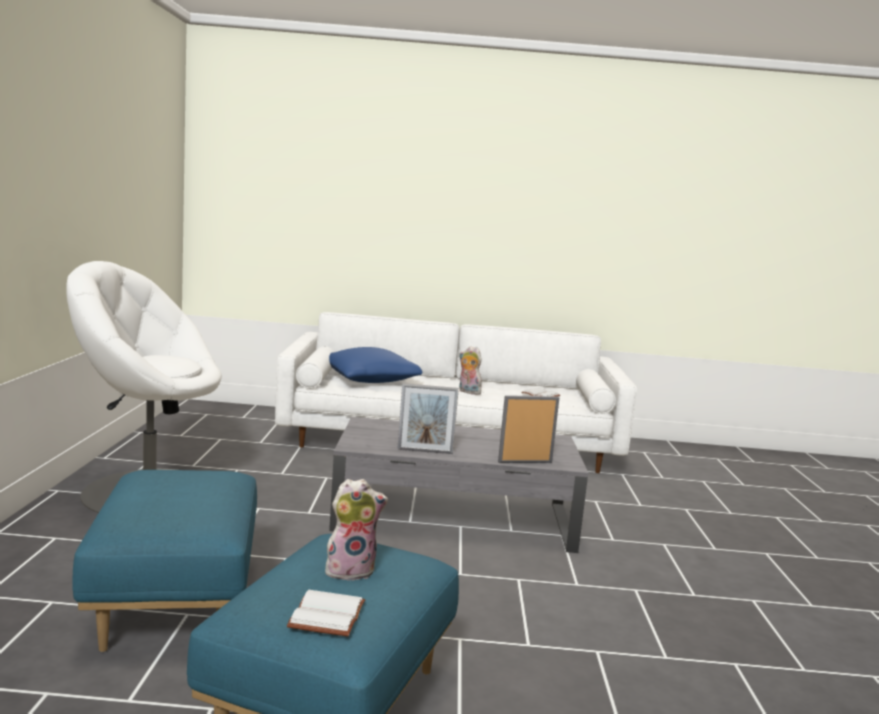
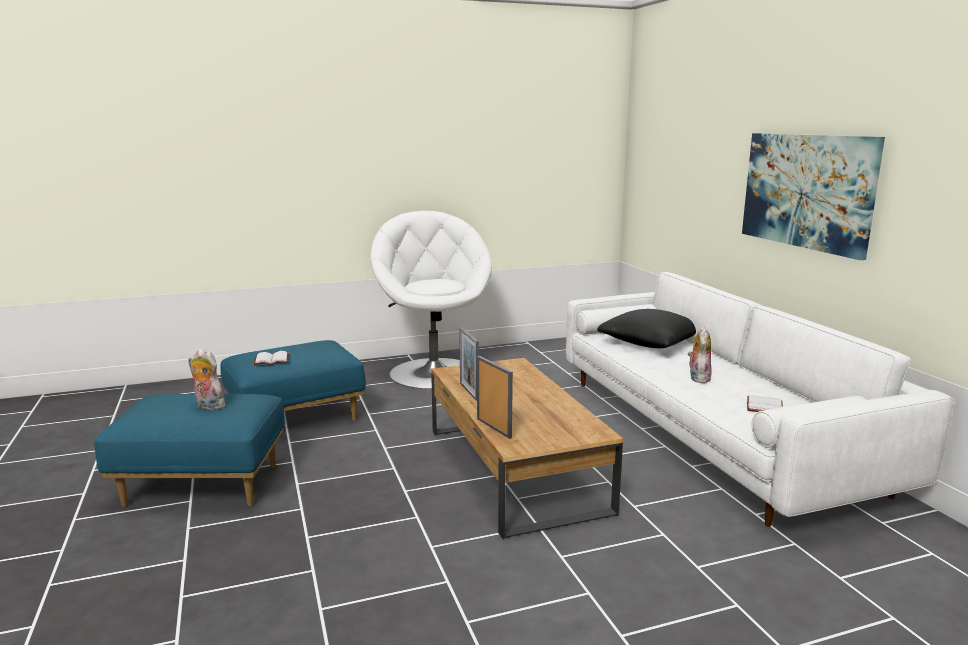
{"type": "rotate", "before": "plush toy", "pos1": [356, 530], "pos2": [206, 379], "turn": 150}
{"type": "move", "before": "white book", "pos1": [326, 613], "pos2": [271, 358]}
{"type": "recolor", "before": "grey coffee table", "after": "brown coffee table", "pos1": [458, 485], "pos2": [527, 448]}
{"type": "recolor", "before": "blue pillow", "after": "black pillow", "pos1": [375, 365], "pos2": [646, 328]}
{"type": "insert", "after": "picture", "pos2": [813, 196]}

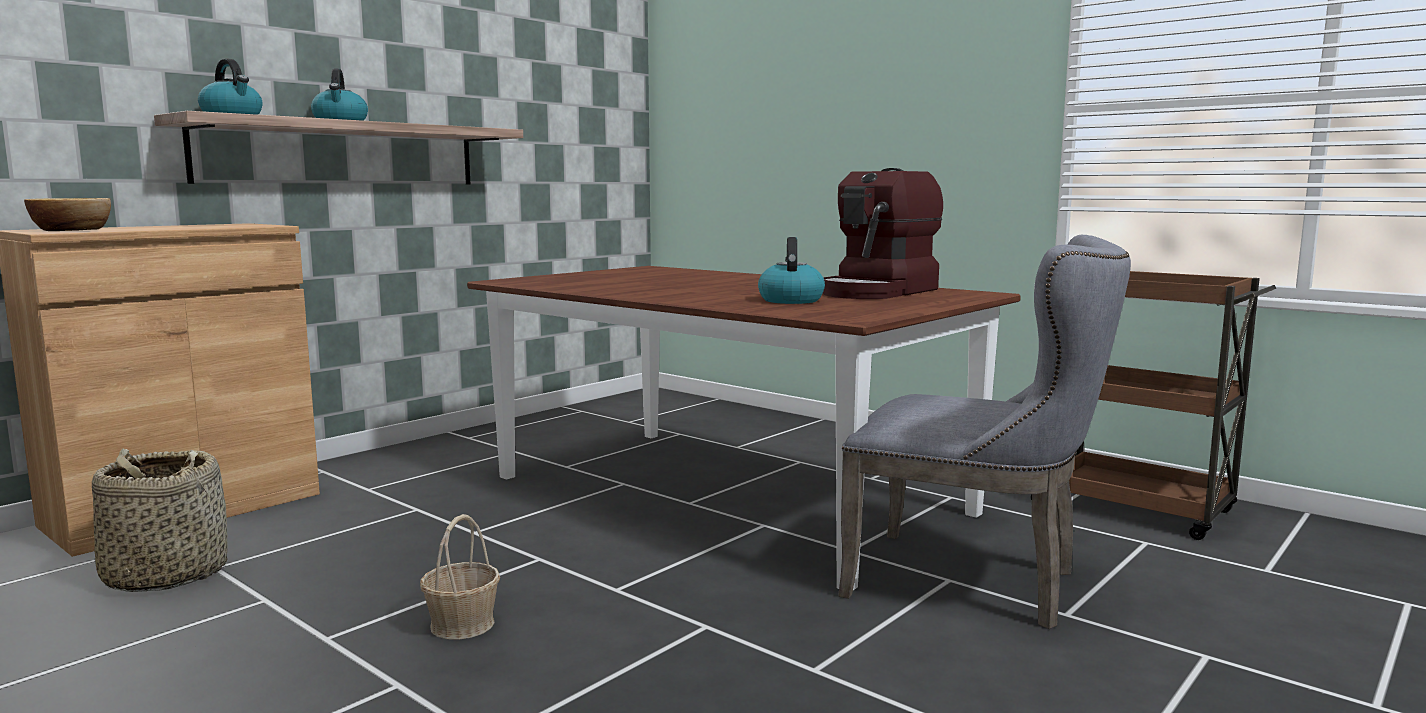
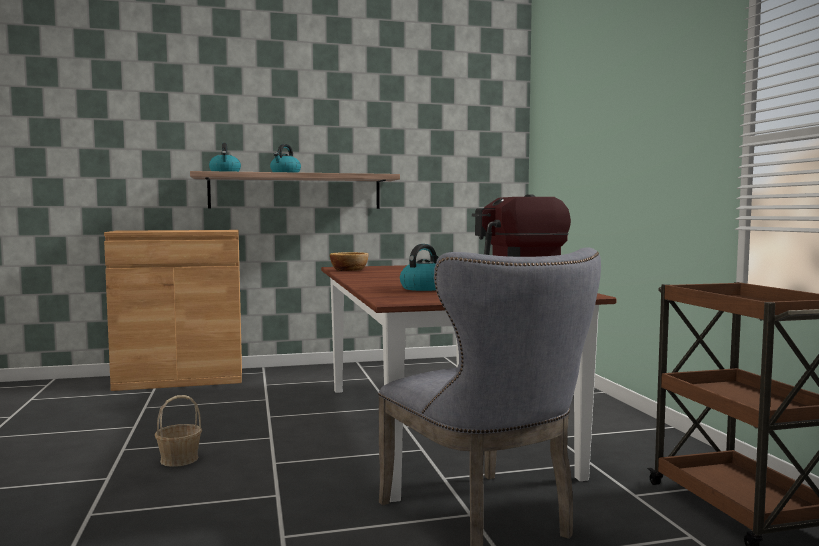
{"type": "move", "before": "bowl", "pos1": [67, 214], "pos2": [349, 261]}
{"type": "delete", "before": "basket", "pos1": [160, 520]}

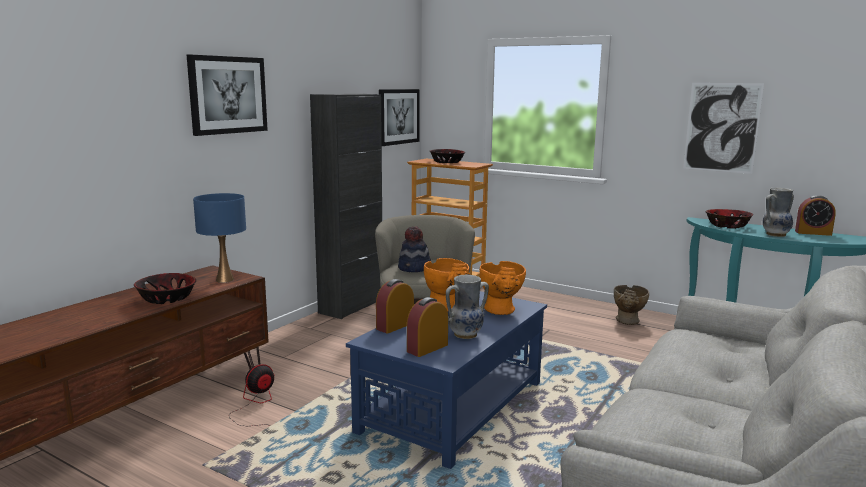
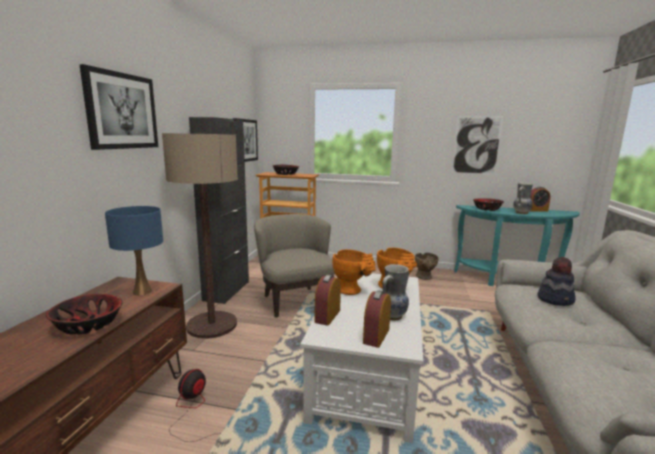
{"type": "insert", "after": "floor lamp", "pos2": [200, 236]}
{"type": "recolor", "before": "blue coffee table", "after": "white coffee table", "pos1": [446, 380], "pos2": [361, 358]}
{"type": "move", "before": "hat", "pos1": [414, 249], "pos2": [557, 281]}

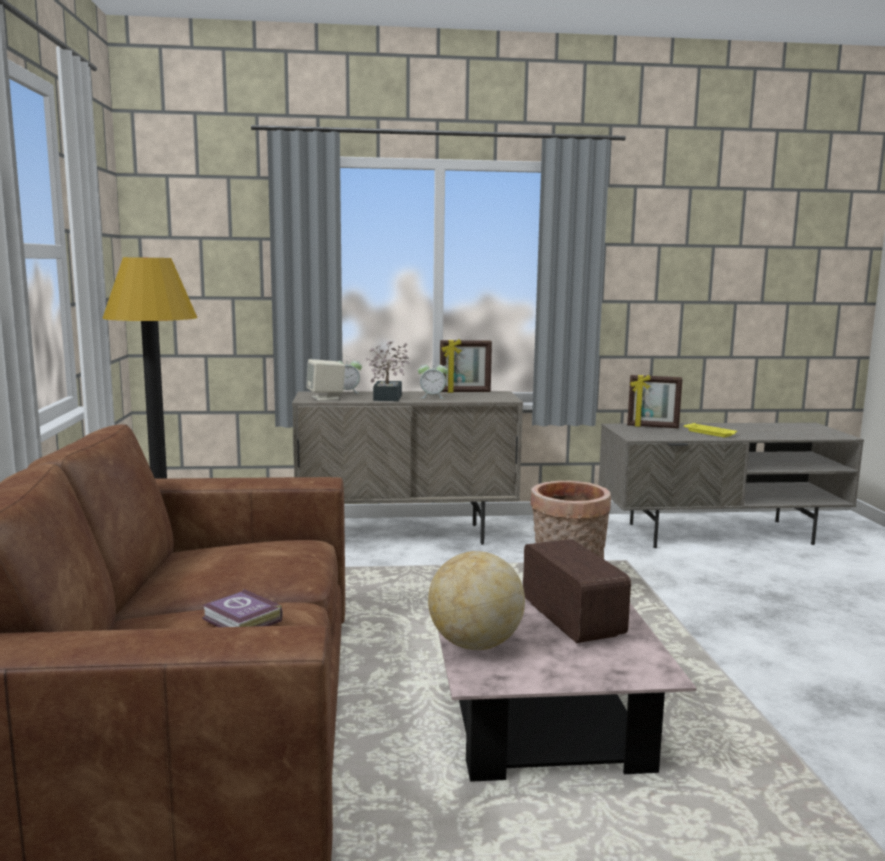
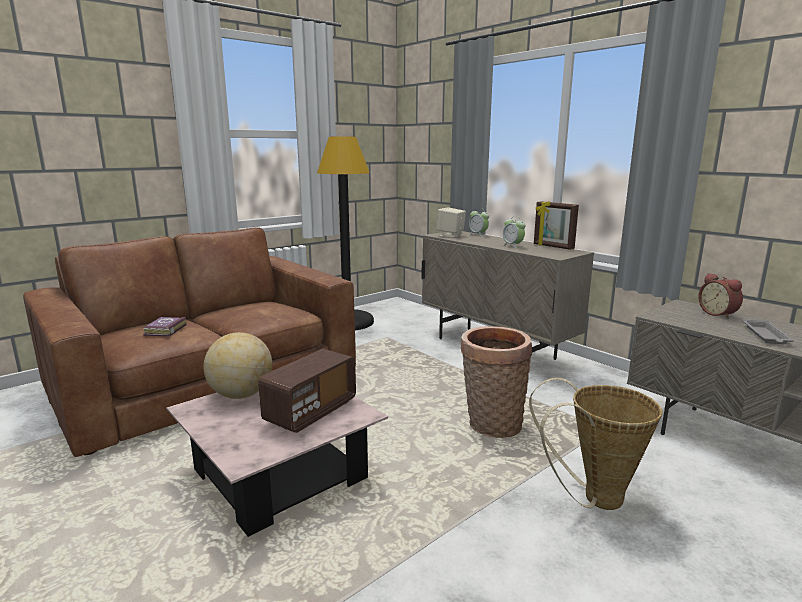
{"type": "insert", "after": "basket", "pos2": [595, 443]}
{"type": "replace", "before": "picture frame", "after": "alarm clock", "pos1": [654, 401], "pos2": [720, 296]}
{"type": "recolor", "before": "yellow tray", "after": "grey tray", "pos1": [710, 430], "pos2": [768, 331]}
{"type": "delete", "before": "potted plant", "pos1": [387, 371]}

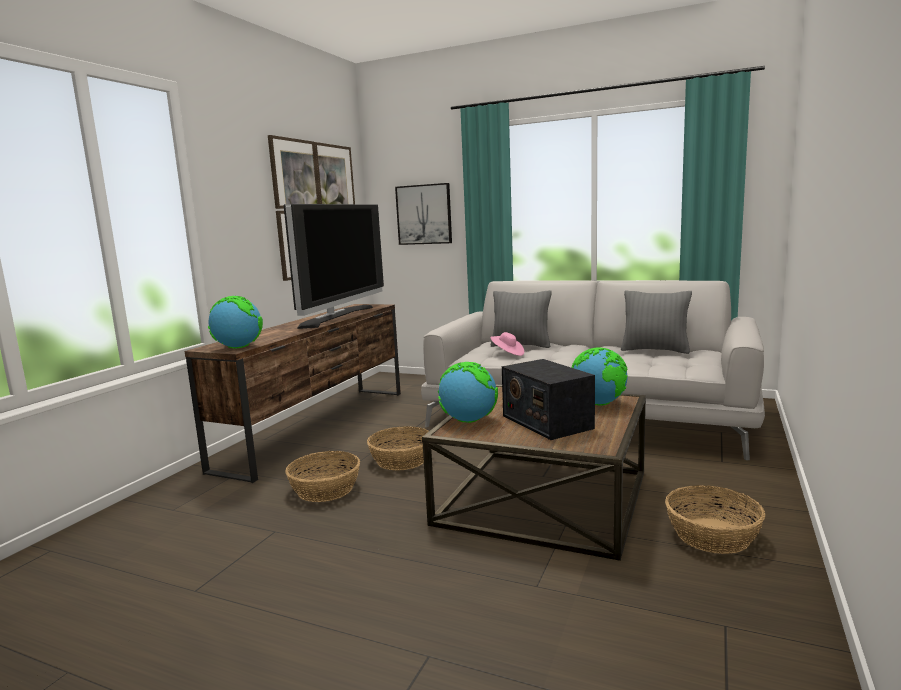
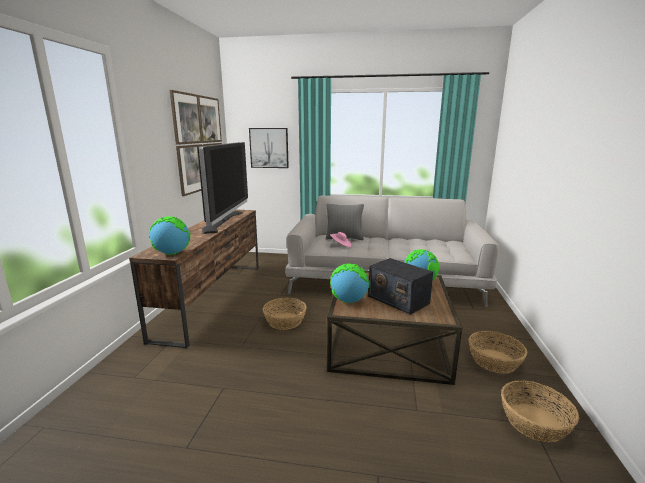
{"type": "move", "before": "basket", "pos1": [322, 476], "pos2": [540, 411]}
{"type": "delete", "before": "grey pillow", "pos1": [656, 322]}

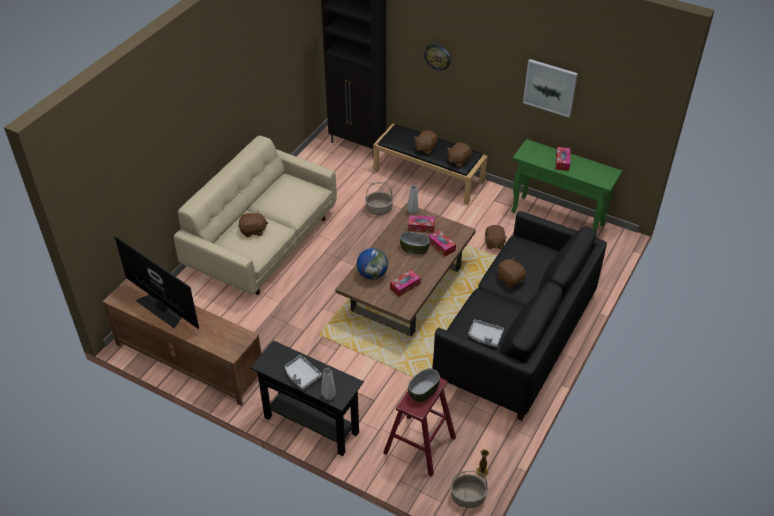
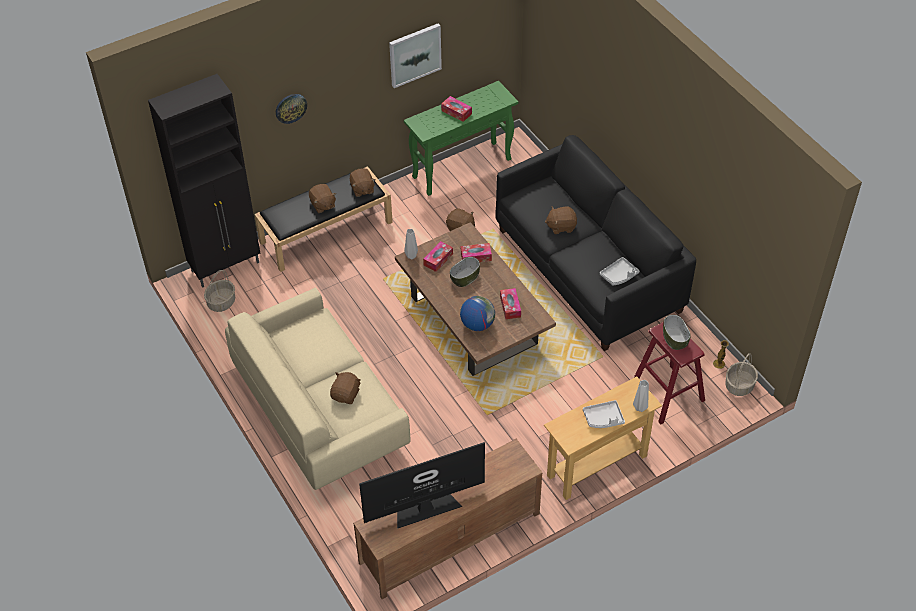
{"type": "move", "before": "basket", "pos1": [379, 198], "pos2": [219, 291]}
{"type": "recolor", "before": "black console table", "after": "beige console table", "pos1": [307, 398], "pos2": [603, 438]}

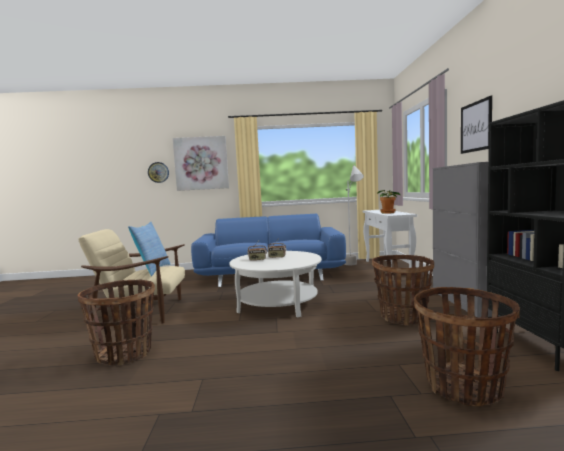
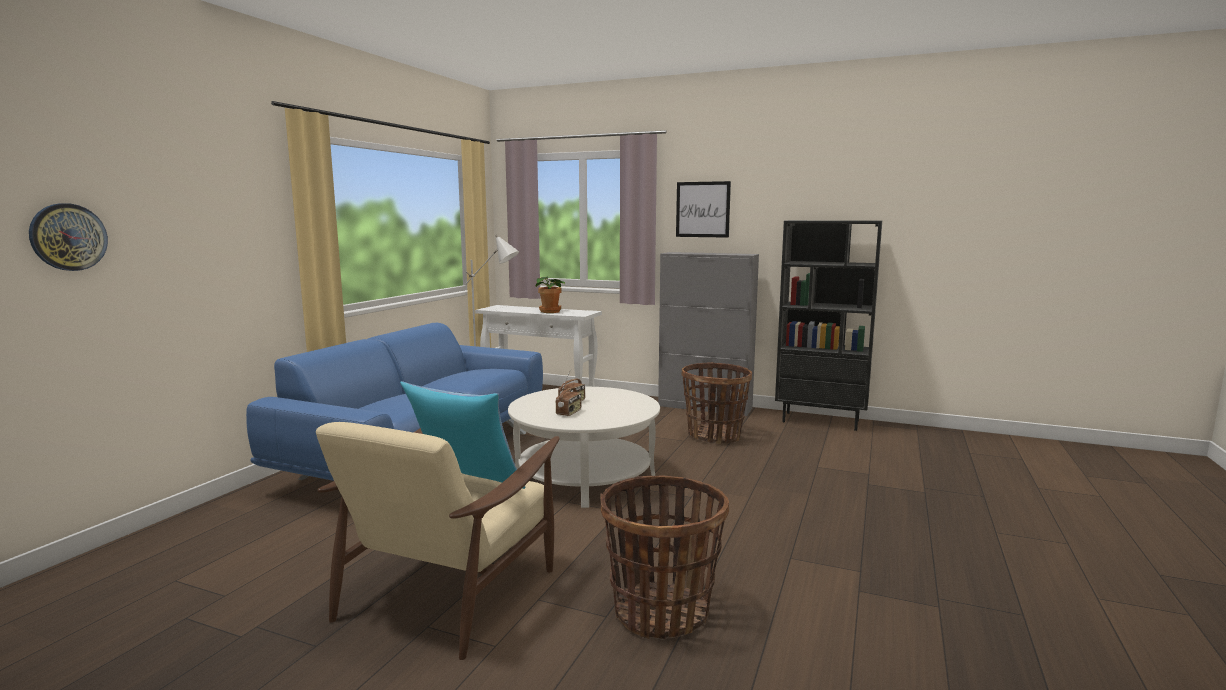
{"type": "delete", "before": "picture", "pos1": [201, 163]}
{"type": "delete", "before": "basket", "pos1": [467, 346]}

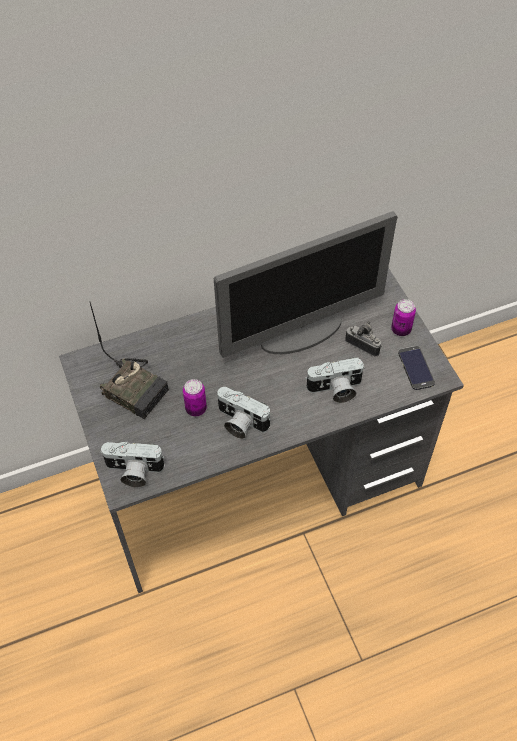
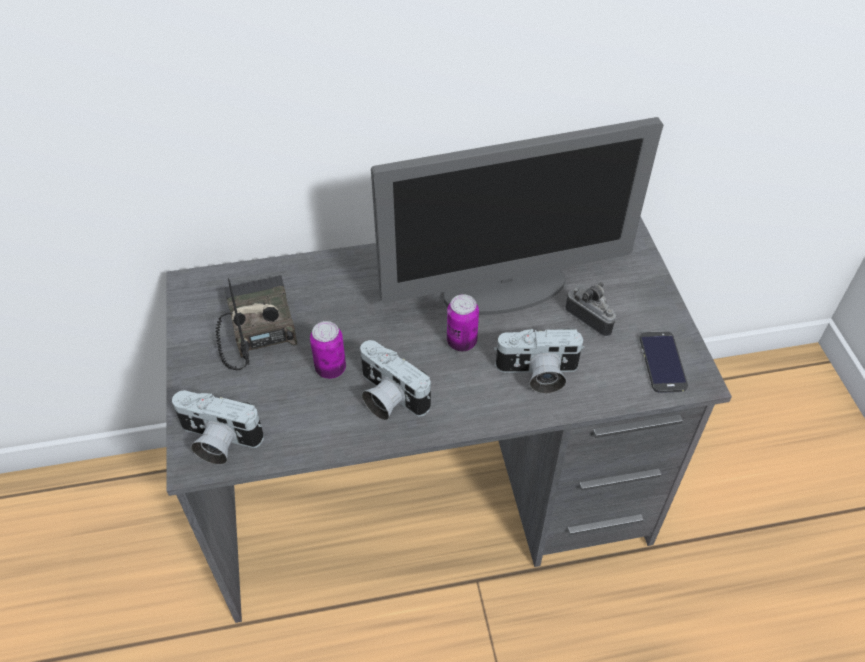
{"type": "rotate", "before": "radio", "pos1": [129, 360], "pos2": [256, 323], "turn": -150}
{"type": "move", "before": "can", "pos1": [403, 317], "pos2": [463, 322]}

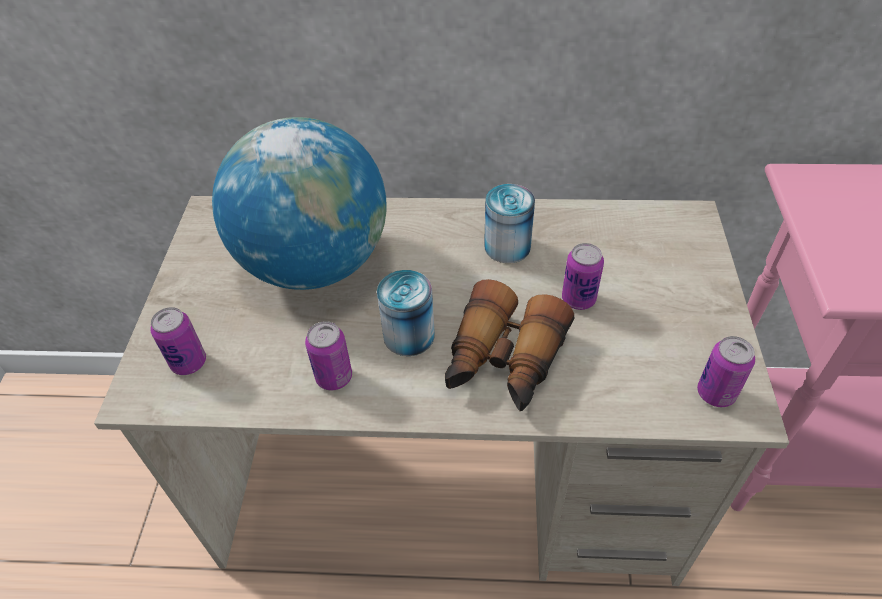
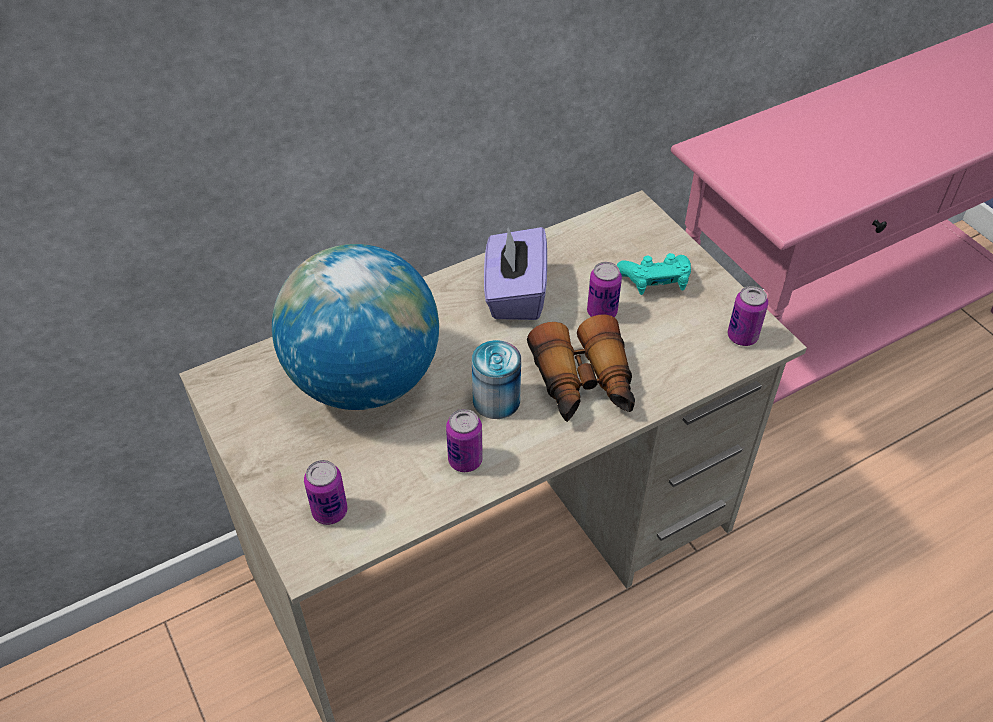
{"type": "replace", "before": "can", "after": "purple tissue box", "pos1": [509, 223], "pos2": [515, 273]}
{"type": "insert", "after": "turquoise game controller", "pos2": [654, 274]}

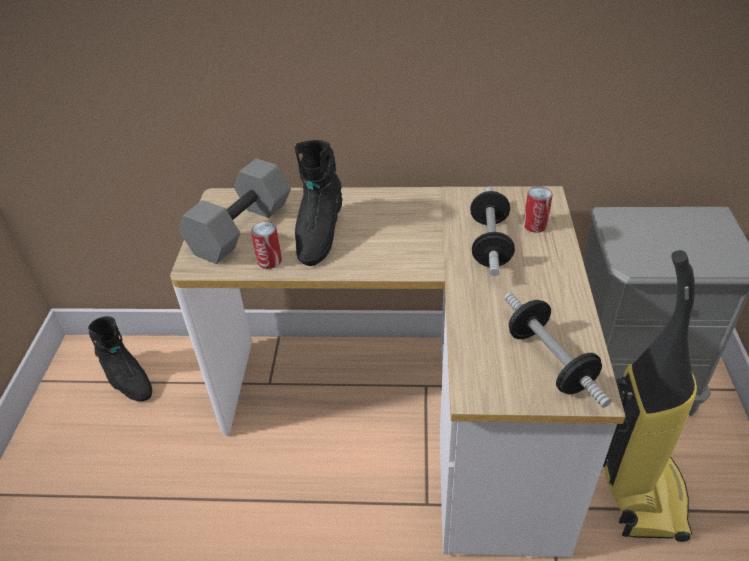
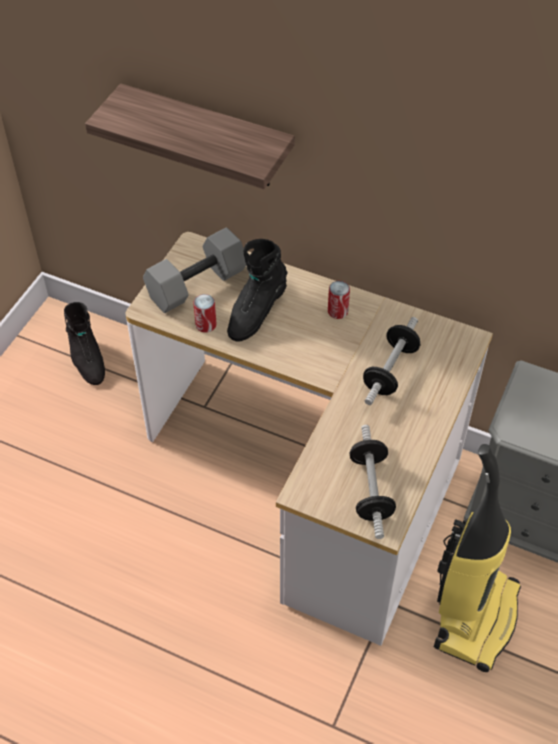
{"type": "insert", "after": "shelf", "pos2": [190, 136]}
{"type": "move", "before": "can", "pos1": [538, 209], "pos2": [339, 300]}

